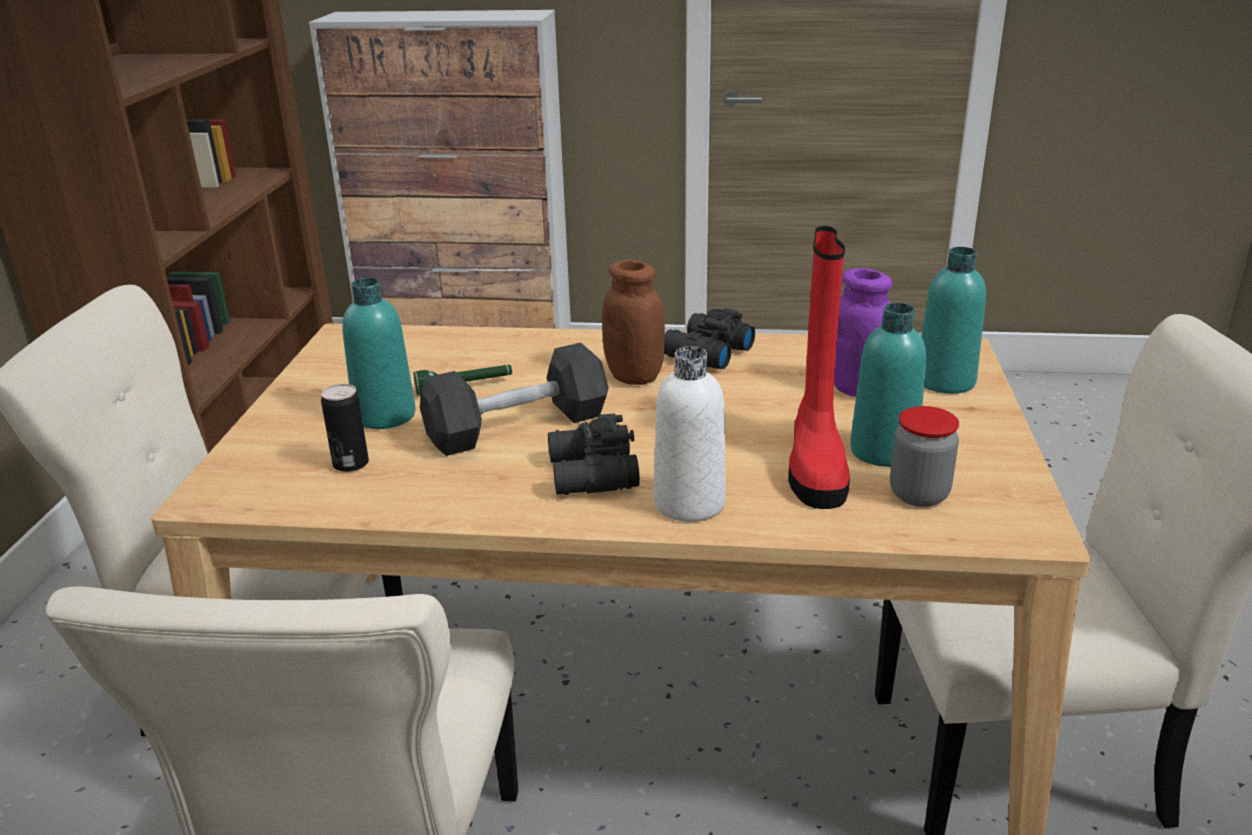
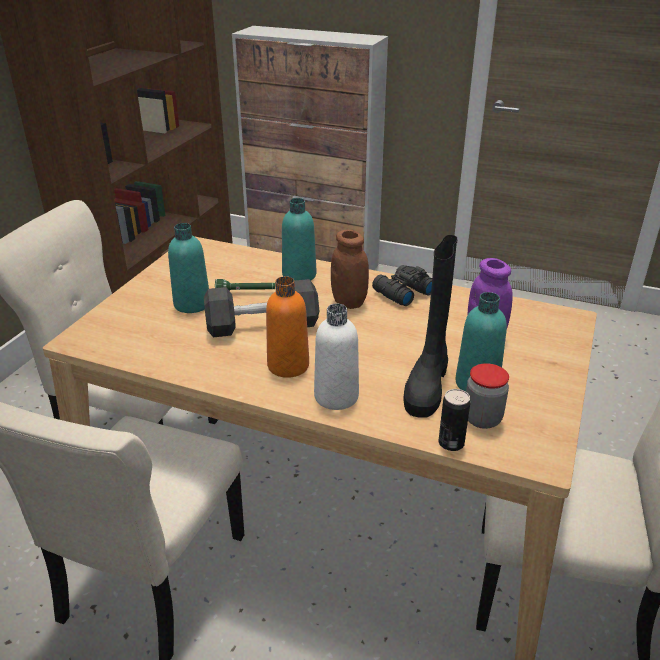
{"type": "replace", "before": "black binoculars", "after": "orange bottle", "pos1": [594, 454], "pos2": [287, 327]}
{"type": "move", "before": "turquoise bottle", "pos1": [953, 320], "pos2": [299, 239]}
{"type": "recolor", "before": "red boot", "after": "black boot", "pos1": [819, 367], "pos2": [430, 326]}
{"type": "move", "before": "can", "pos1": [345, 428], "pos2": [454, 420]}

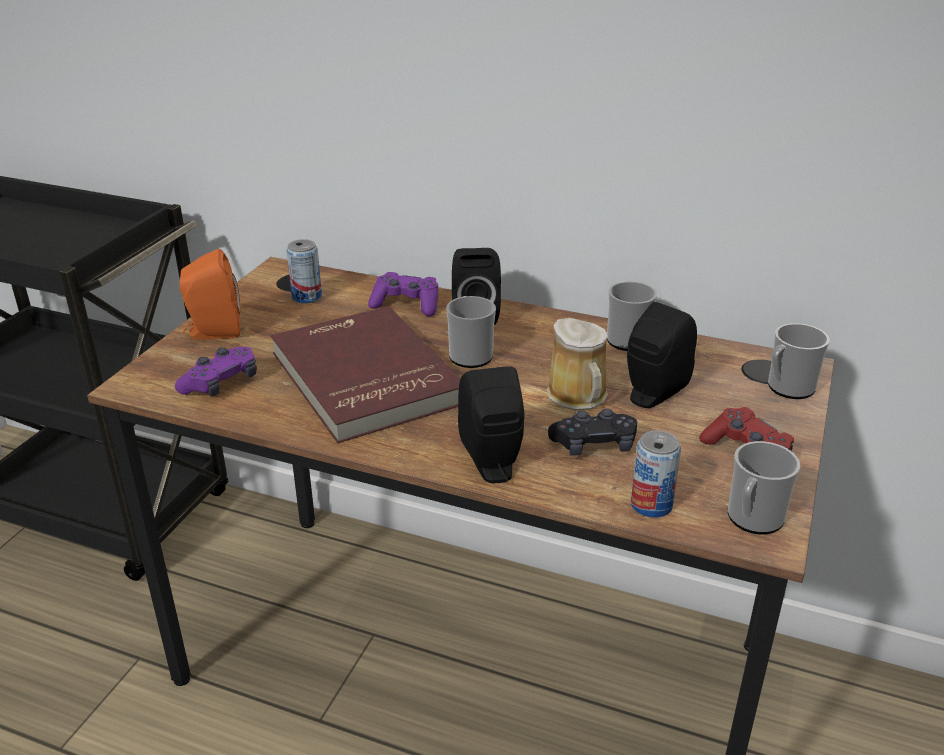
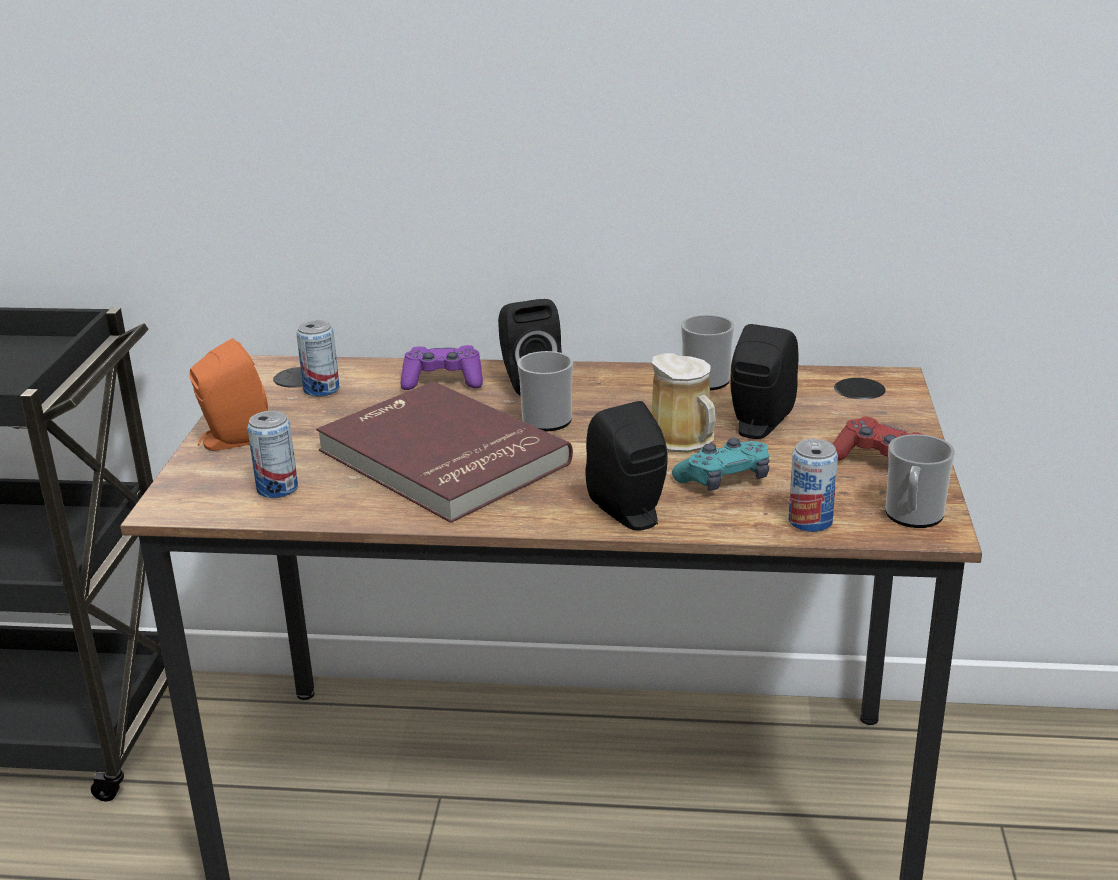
{"type": "replace", "before": "purple game controller", "after": "can", "pos1": [216, 372], "pos2": [272, 454]}
{"type": "recolor", "before": "black game controller", "after": "turquoise game controller", "pos1": [592, 432], "pos2": [721, 464]}
{"type": "delete", "before": "mug", "pos1": [799, 361]}

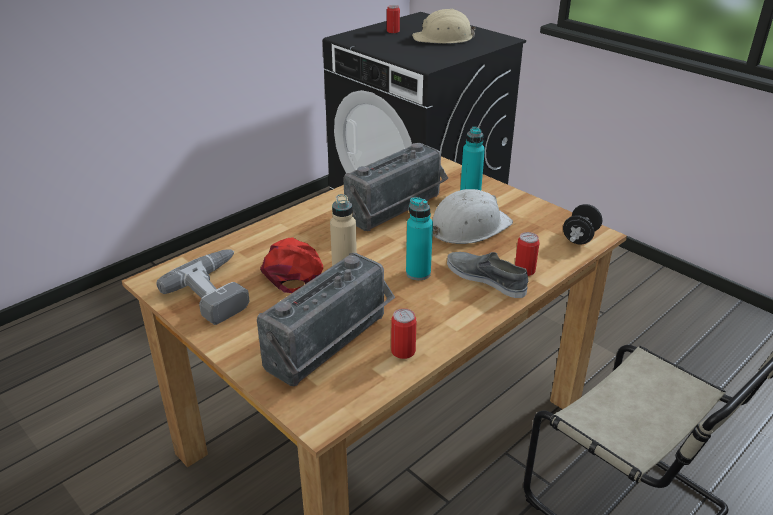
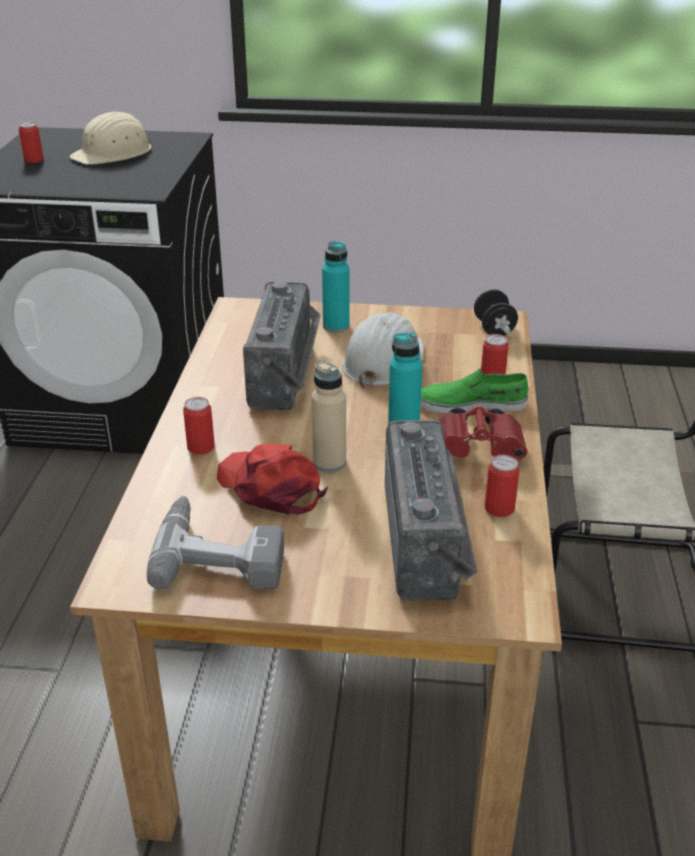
{"type": "insert", "after": "can", "pos2": [199, 426]}
{"type": "recolor", "before": "grey shoe", "after": "green shoe", "pos1": [487, 275], "pos2": [474, 391]}
{"type": "insert", "after": "red binoculars", "pos2": [482, 431]}

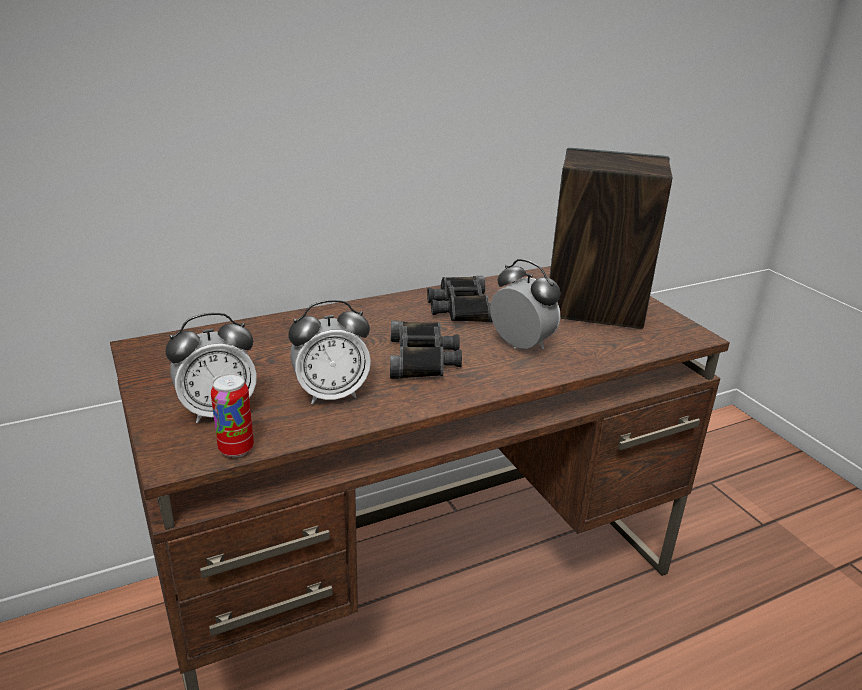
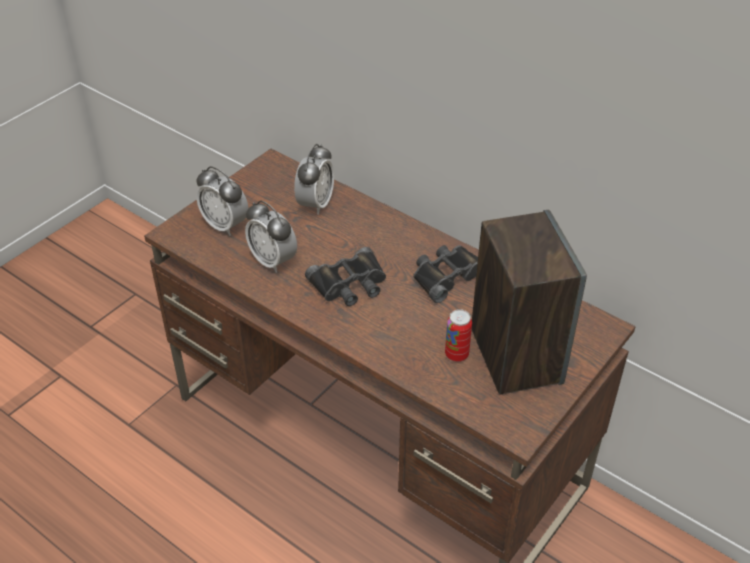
{"type": "move", "before": "alarm clock", "pos1": [525, 304], "pos2": [314, 179]}
{"type": "move", "before": "can", "pos1": [232, 415], "pos2": [458, 335]}

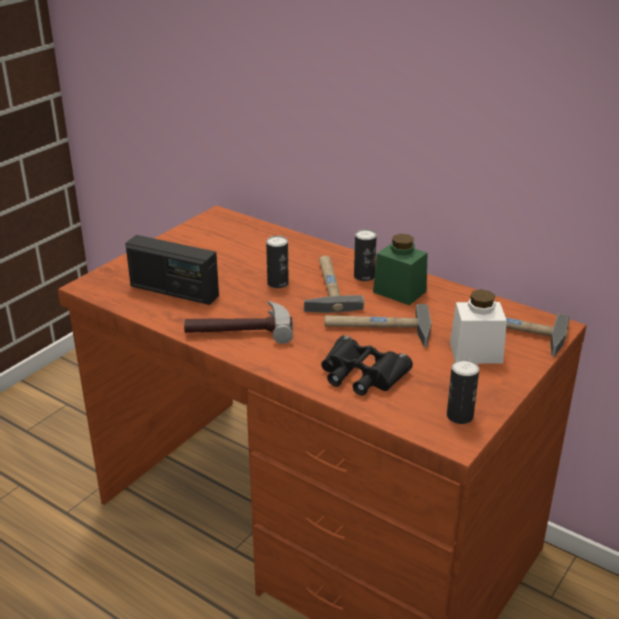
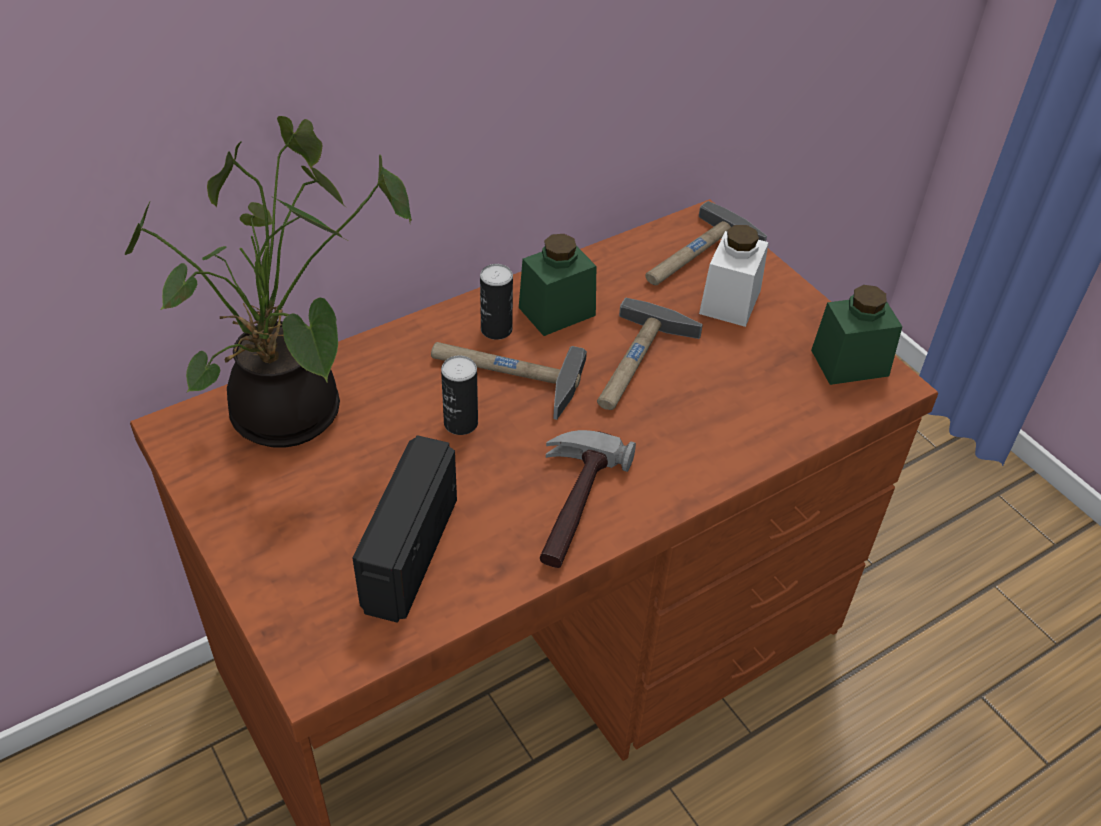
{"type": "insert", "after": "potted plant", "pos2": [268, 282]}
{"type": "rotate", "before": "radio", "pos1": [172, 270], "pos2": [404, 529], "turn": 150}
{"type": "replace", "before": "can", "after": "green jar", "pos1": [463, 391], "pos2": [857, 335]}
{"type": "delete", "before": "black binoculars", "pos1": [367, 365]}

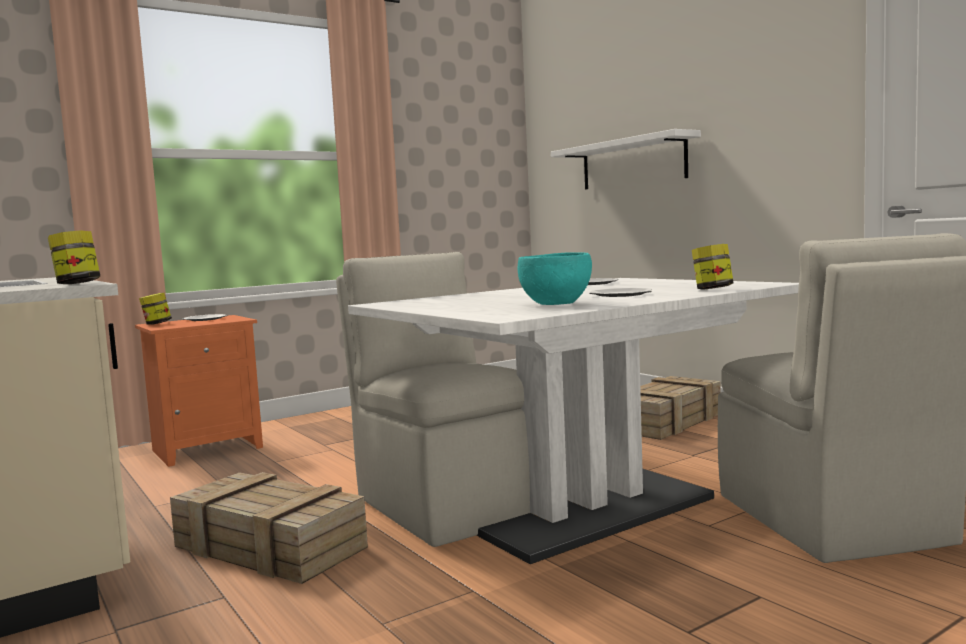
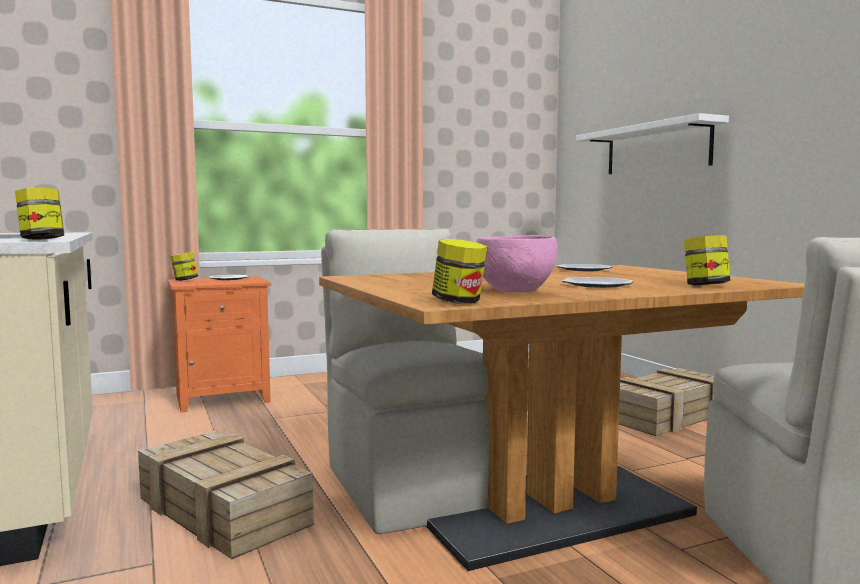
{"type": "recolor", "before": "white dining table", "after": "brown dining table", "pos1": [573, 421], "pos2": [562, 418]}
{"type": "insert", "after": "jar", "pos2": [459, 271]}
{"type": "recolor", "before": "turquoise bowl", "after": "pink bowl", "pos1": [554, 278], "pos2": [517, 263]}

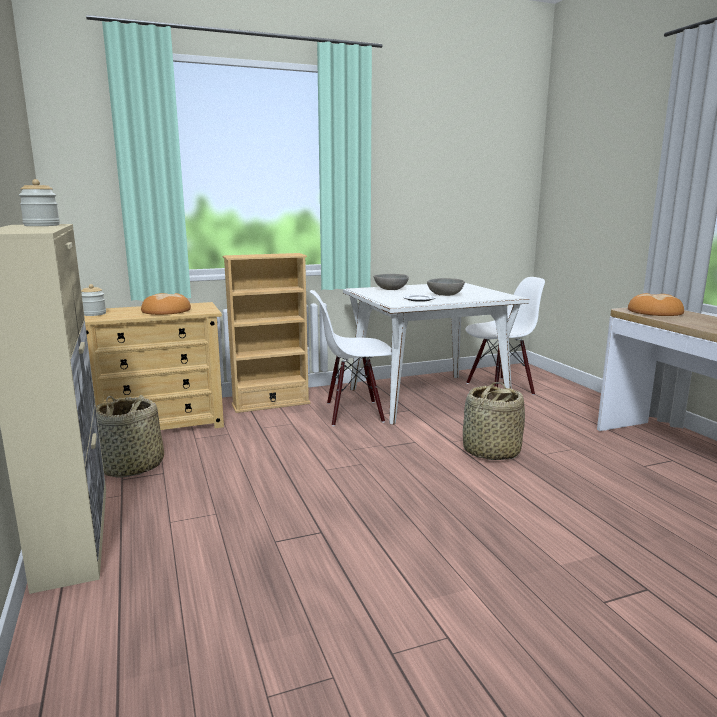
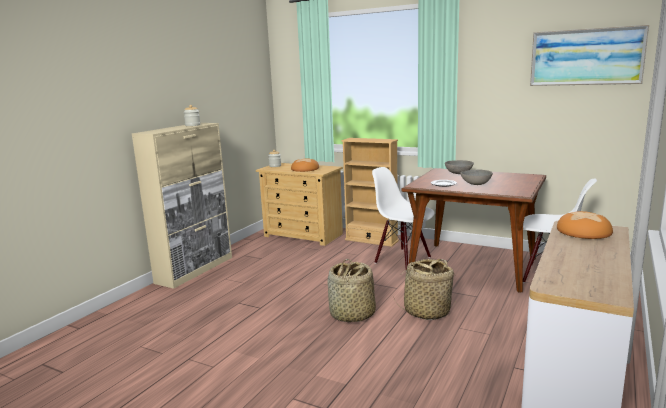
{"type": "move", "before": "basket", "pos1": [130, 436], "pos2": [351, 290]}
{"type": "recolor", "before": "white dining table", "after": "brown dining table", "pos1": [436, 354], "pos2": [474, 230]}
{"type": "insert", "after": "picture", "pos2": [589, 55]}

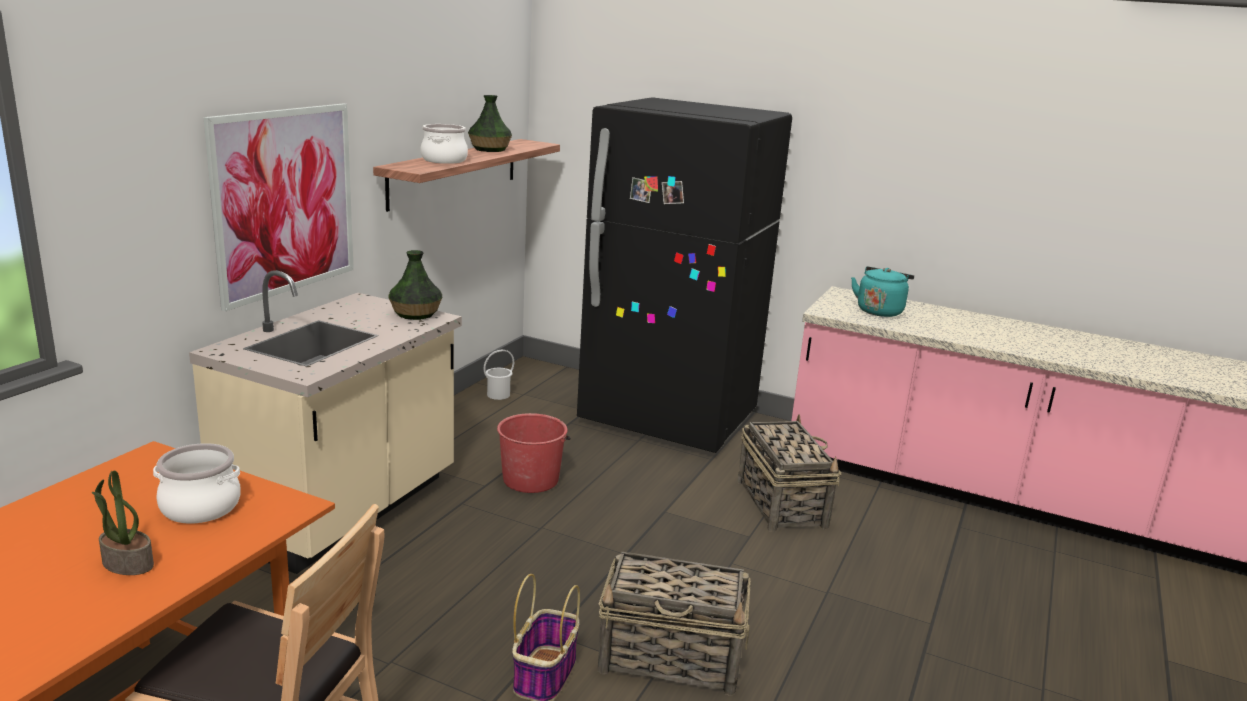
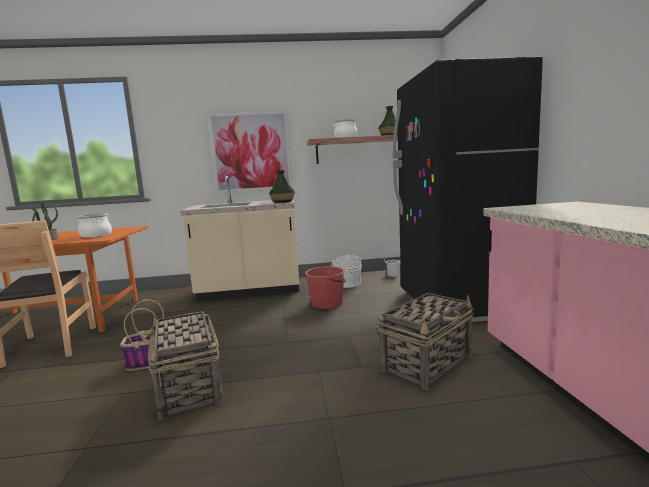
{"type": "insert", "after": "white bucket", "pos2": [346, 270]}
{"type": "delete", "before": "turquoise kettle", "pos1": [882, 292]}

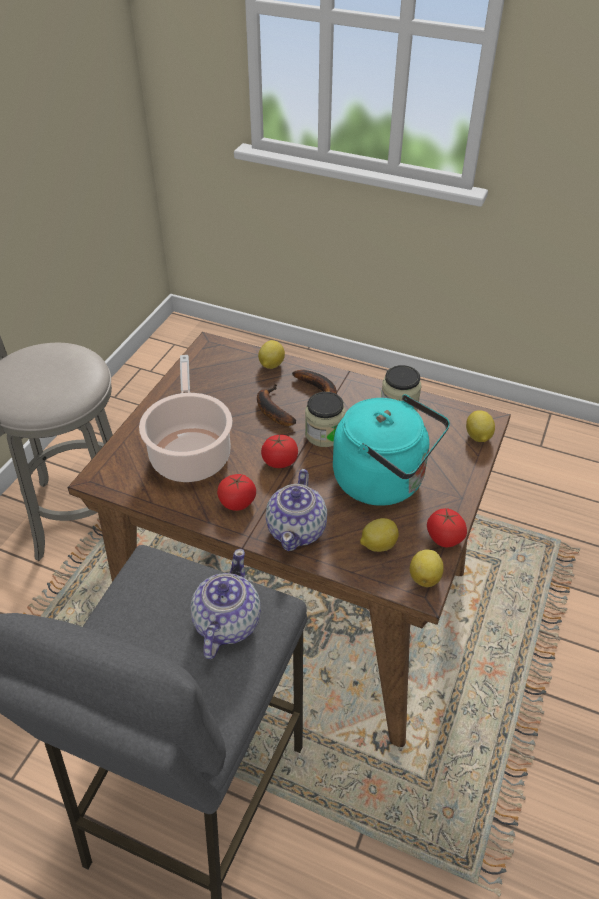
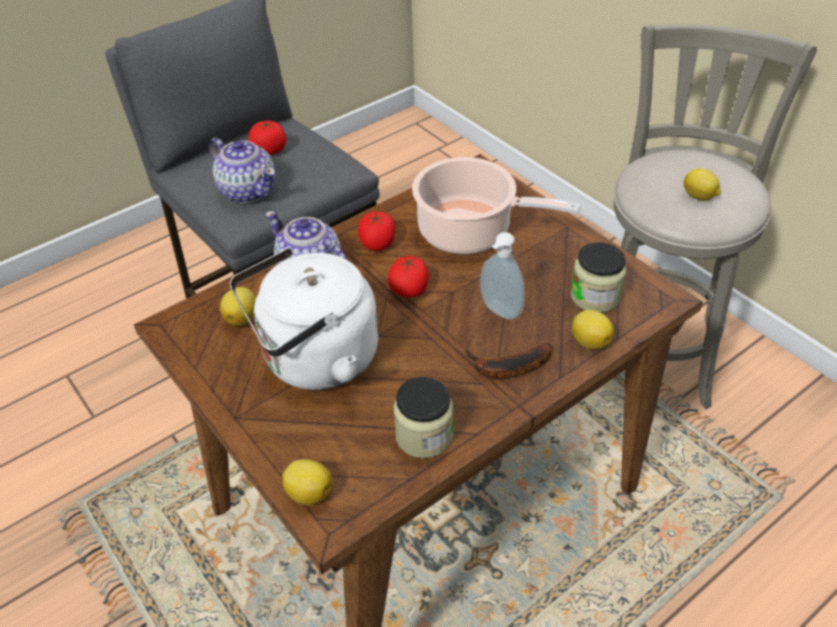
{"type": "recolor", "before": "turquoise kettle", "after": "white kettle", "pos1": [391, 450], "pos2": [304, 319]}
{"type": "move", "before": "tomato", "pos1": [447, 527], "pos2": [267, 138]}
{"type": "replace", "before": "banana", "after": "soap dispenser", "pos1": [276, 405], "pos2": [502, 276]}
{"type": "move", "before": "jar", "pos1": [325, 419], "pos2": [598, 277]}
{"type": "move", "before": "lemon", "pos1": [427, 568], "pos2": [702, 184]}

